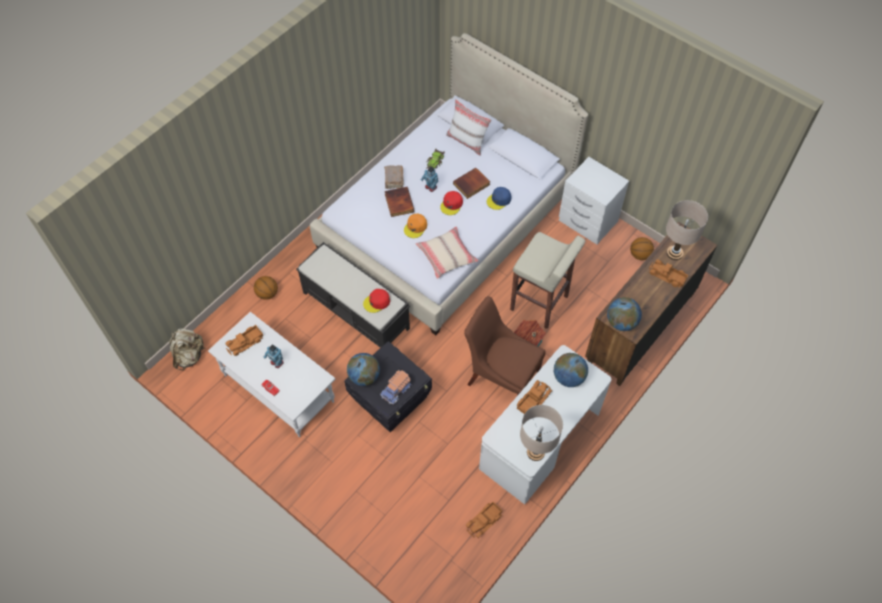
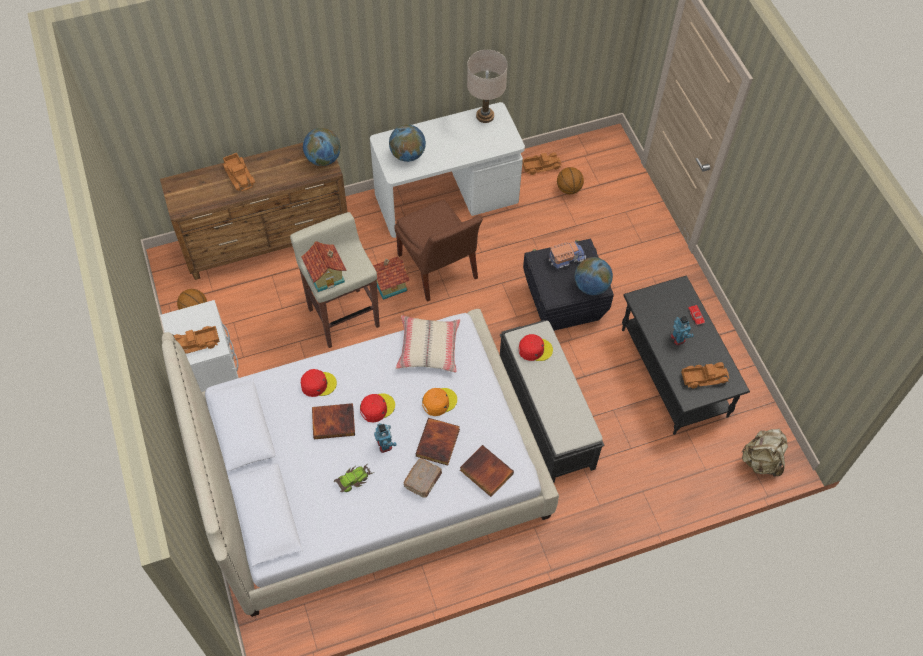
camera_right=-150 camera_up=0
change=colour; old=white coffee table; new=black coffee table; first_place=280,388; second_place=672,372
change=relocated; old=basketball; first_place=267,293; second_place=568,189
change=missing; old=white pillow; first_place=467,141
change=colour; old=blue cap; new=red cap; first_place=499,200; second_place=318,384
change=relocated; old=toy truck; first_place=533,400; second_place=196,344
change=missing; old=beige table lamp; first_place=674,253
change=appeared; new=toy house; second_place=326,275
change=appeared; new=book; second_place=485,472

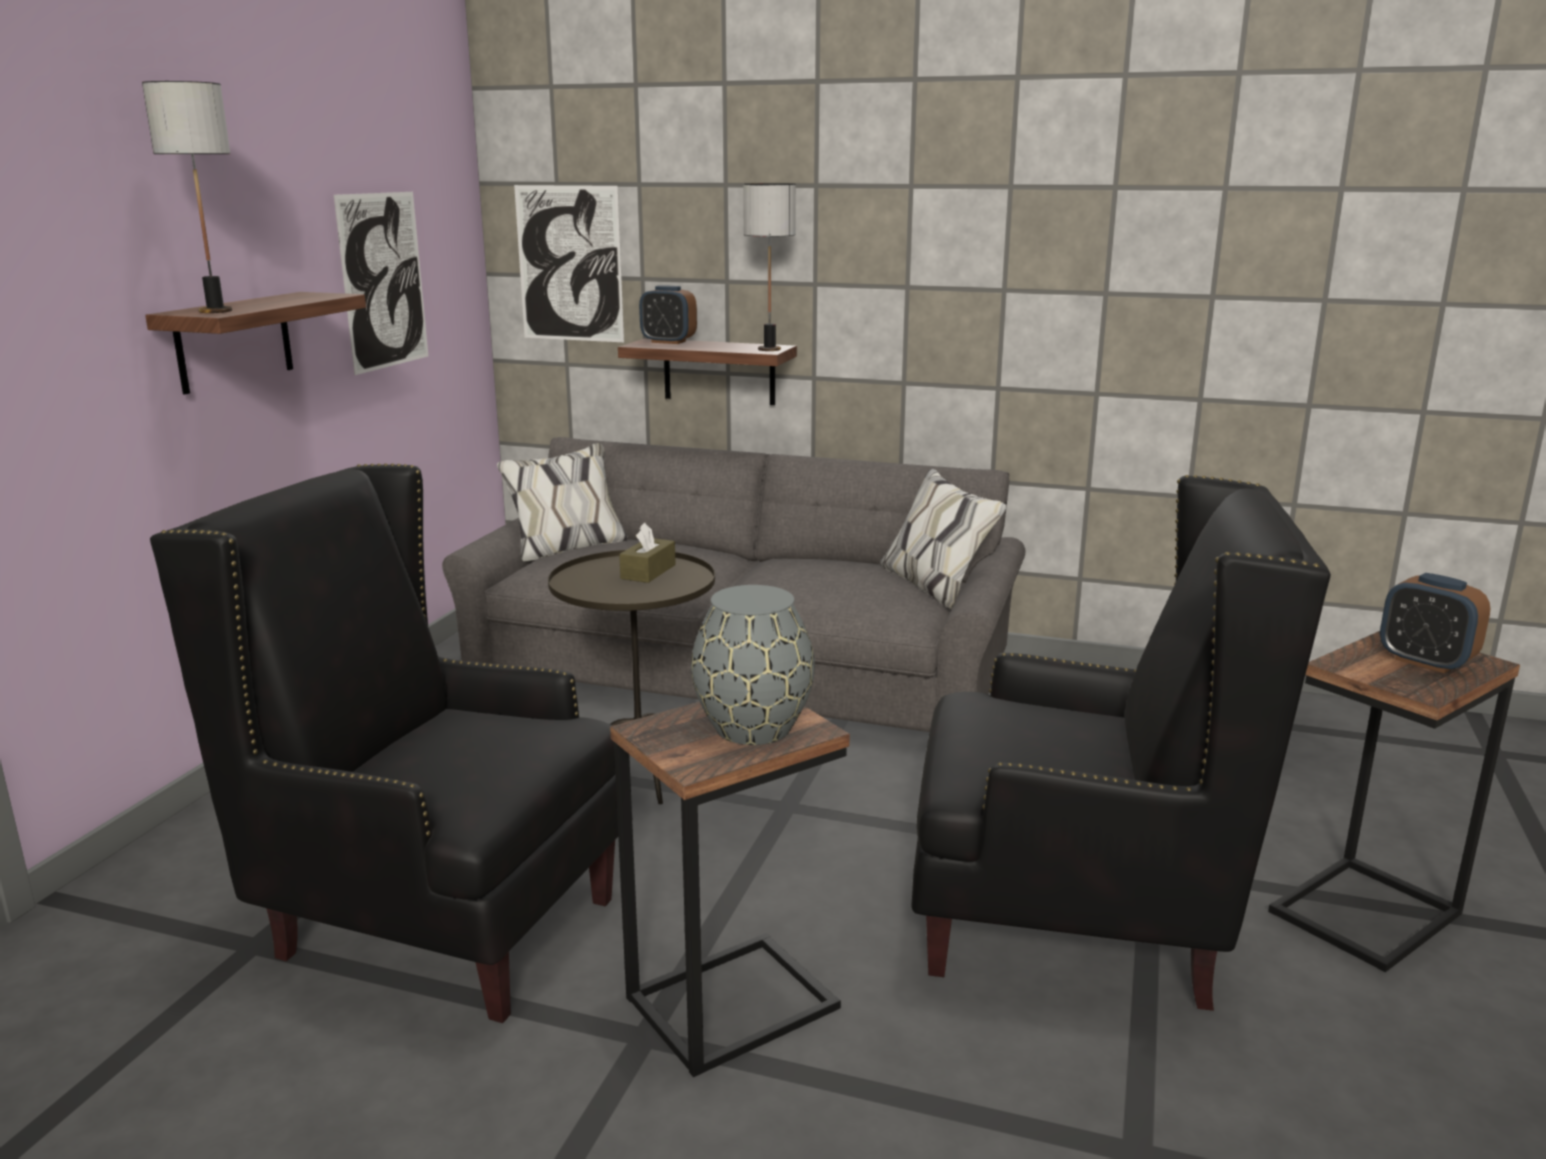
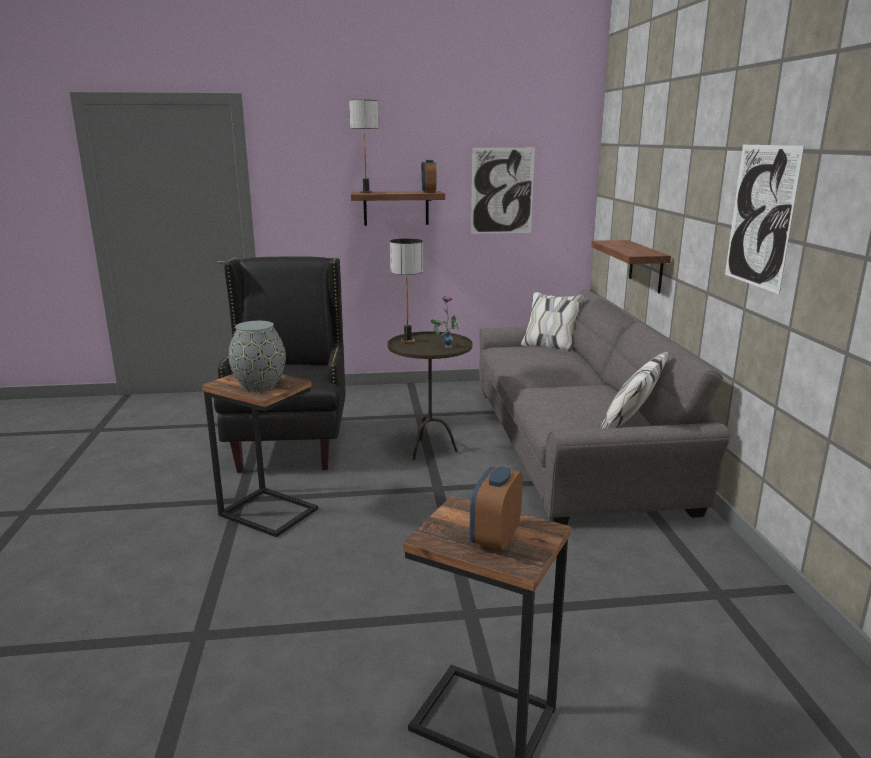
camera_right=65 camera_up=0
change=relocated; old=picture; first_place=569,264; second_place=760,216
change=exchanged; old=brown tissue box; new=vase; first_place=648,572; second_place=444,345
change=relocated; old=alarm clock; first_place=668,342; second_place=428,192
change=relocated; old=table lamp; first_place=769,349; second_place=407,341
change=missing; old=black armchair; first_place=1070,928

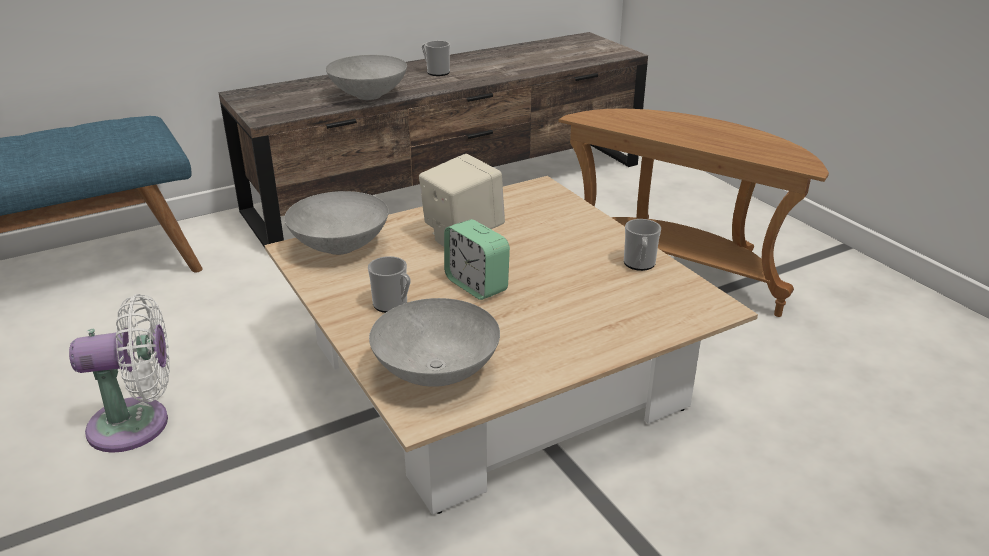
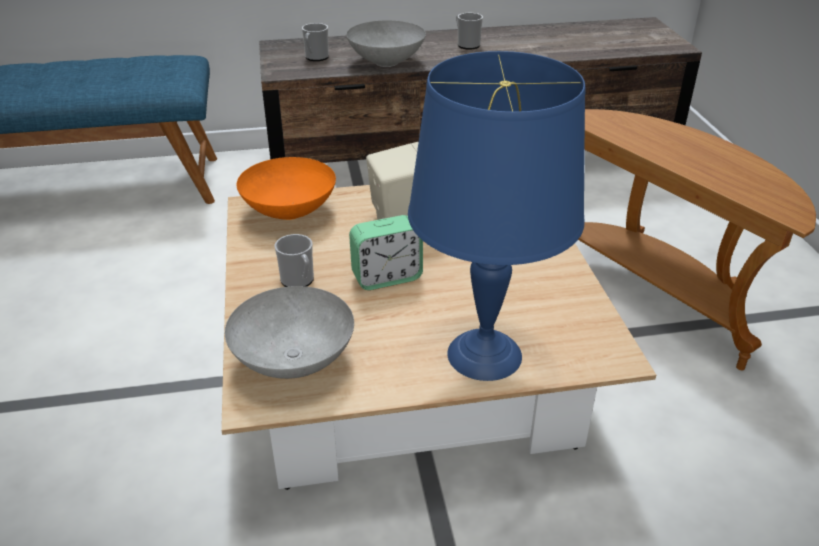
camera_right=20 camera_up=5
change=missing; old=white fan; first_place=138,424
change=colour; old=grey bowl; new=orange bowl; first_place=339,246; second_place=288,211
change=spun; old=alarm clock; first_place=476,285; second_place=386,277; degrees=-90
change=relocated; old=mug; first_place=639,264; second_place=315,58
change=appeared; new=blue table lamp; second_place=484,355

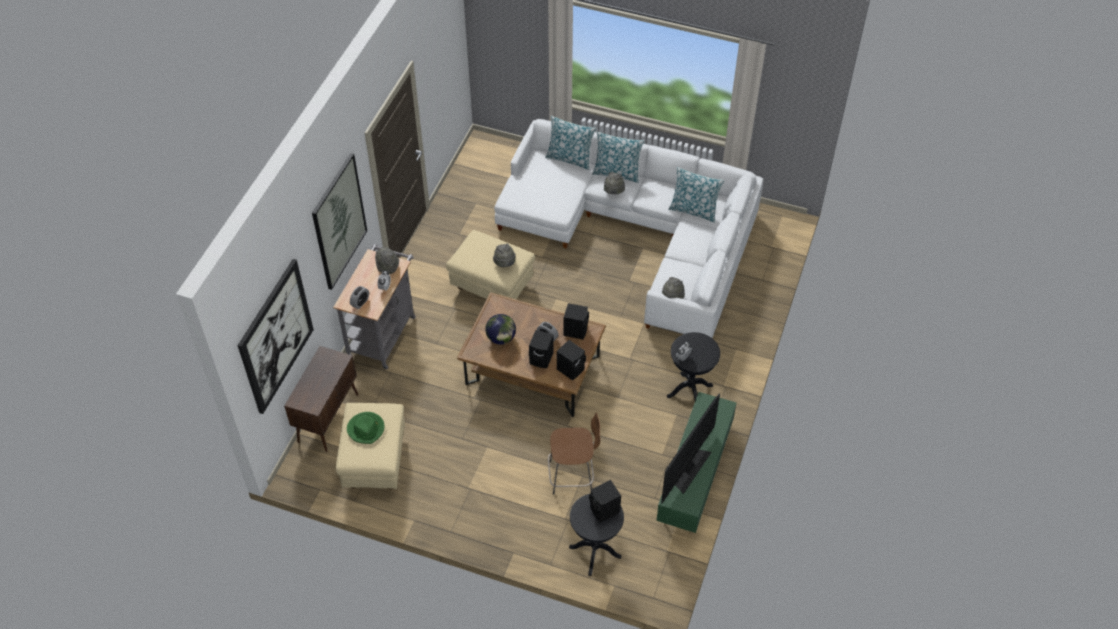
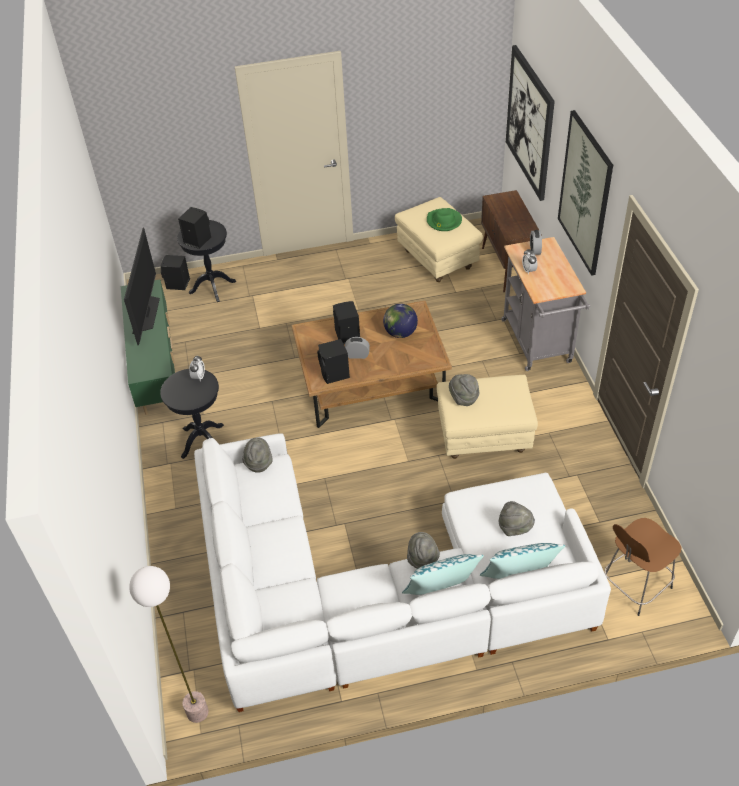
camera_right=150 camera_up=-5
change=relocated; old=grey hat; first_place=387,267; second_place=515,528
change=relocated; old=brown stool; first_place=572,476; second_place=634,586
change=relocated; old=black speaker; first_place=571,368; second_place=177,284
change=missing; old=pillow; first_place=694,210
change=appeared; new=floor lamp; second_place=197,712

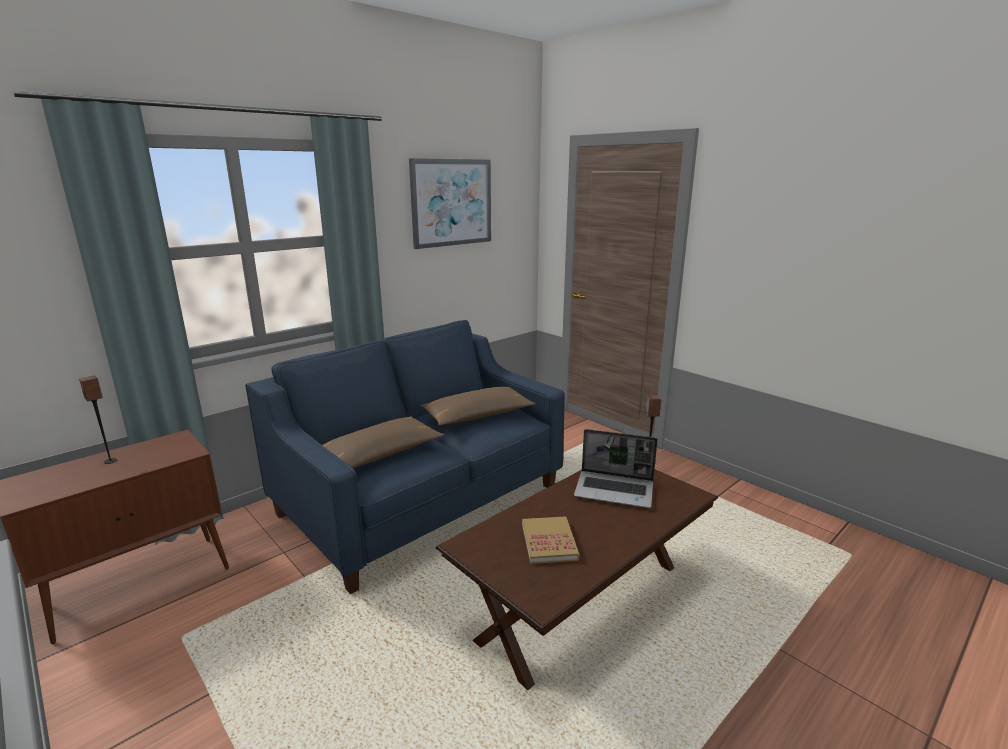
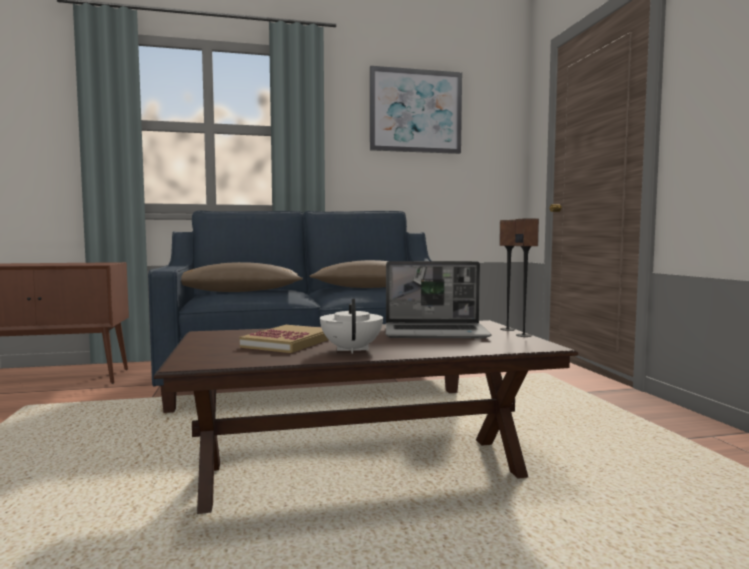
camera_right=30 camera_up=-15
change=relocated; old=speaker; first_place=110,461; second_place=524,335
change=spun; old=laptop; first_place=615,490; second_place=436,333; degrees=-45
change=appeared; new=white teapot; second_place=352,350

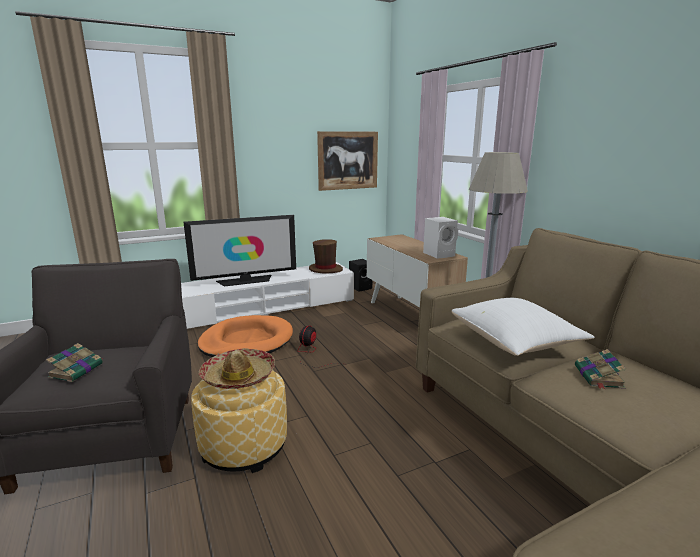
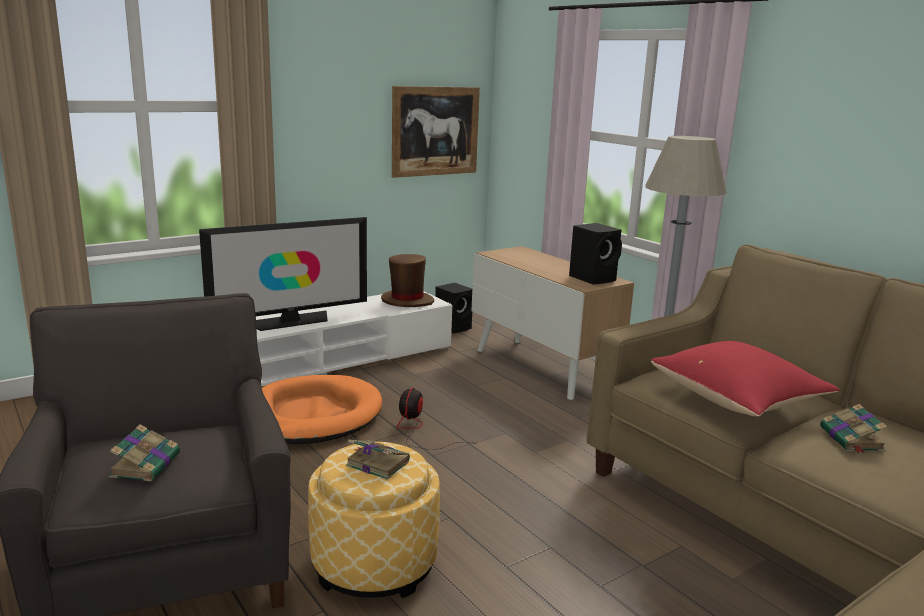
camera_right=-10 camera_up=0
change=exchanged; old=hat; new=book; first_place=238,376; second_place=376,463
change=colour; old=white speaker; new=black speaker; first_place=440,254; second_place=594,278
change=colour; old=white pillow; new=red pillow; first_place=516,343; second_place=739,402

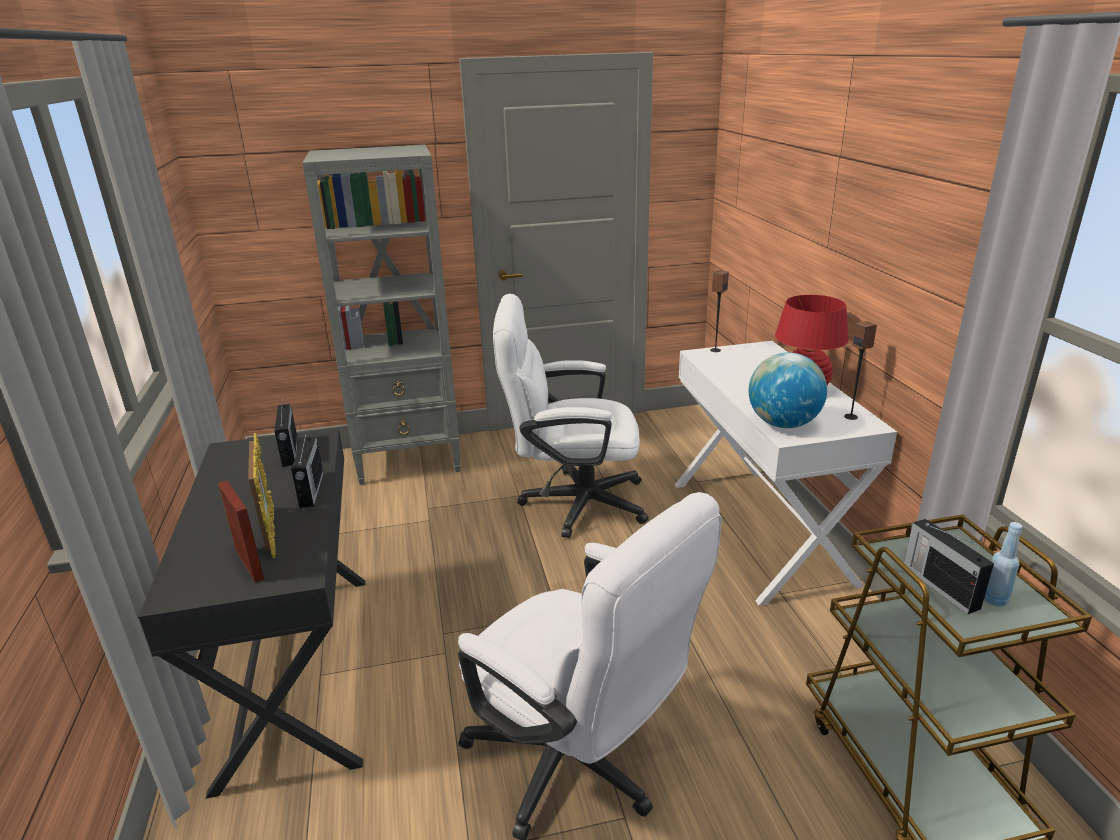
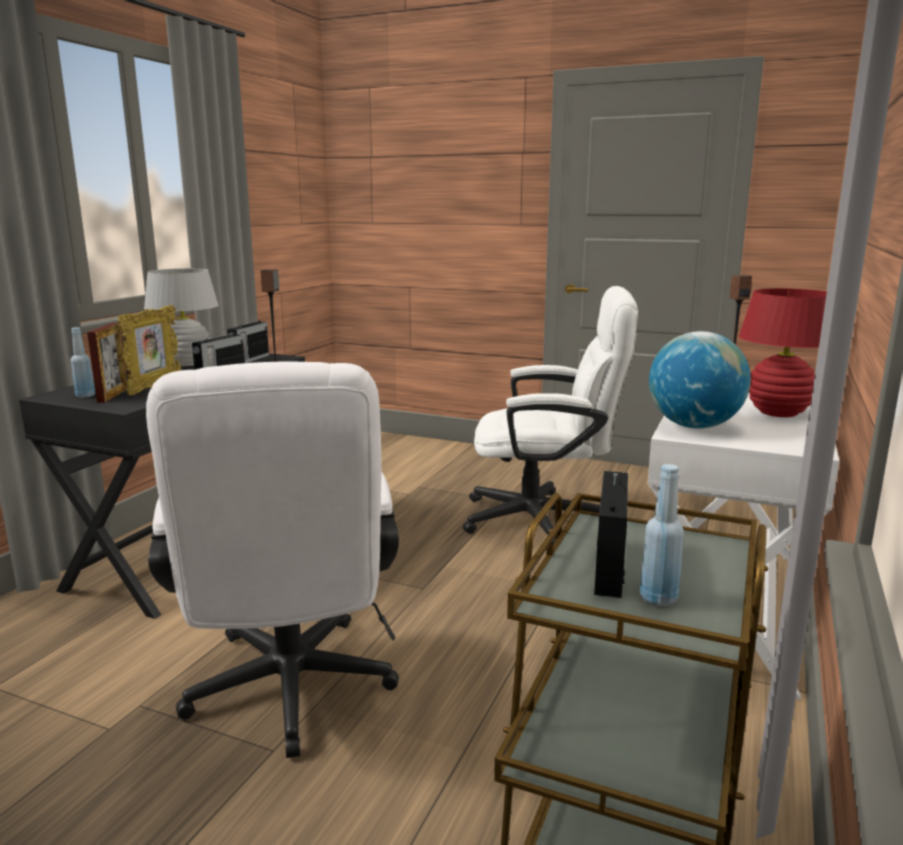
camera_right=35 camera_up=-10
change=missing; old=grey bookcase; first_place=410,460
change=spun; old=white office chair; first_place=571,502; second_place=546,519; degrees=150
change=relocated; old=speaker; first_place=851,417; second_place=275,361
change=appeared; new=blue bottle; second_place=85,396
change=appeared; new=white table lamp; second_place=187,363

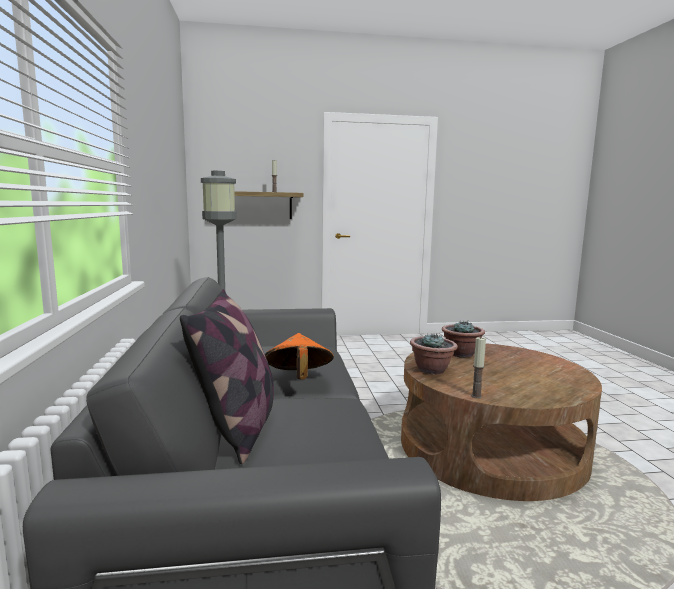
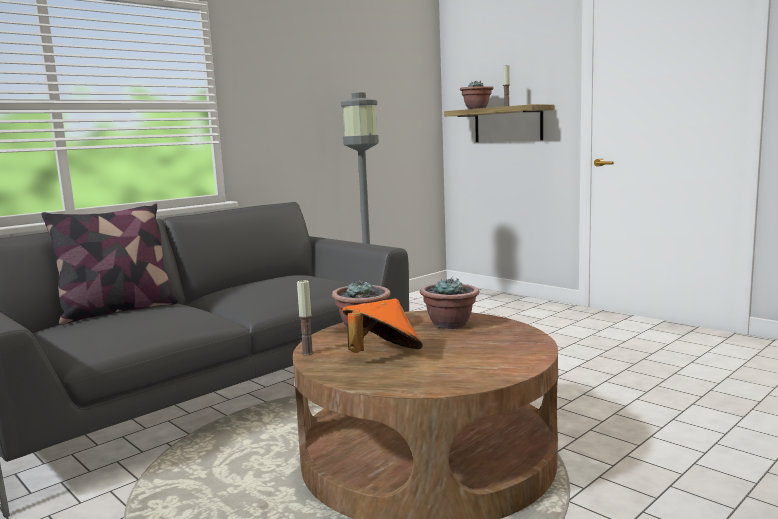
camera_right=55 camera_up=0
change=relocated; old=orange hat; first_place=298,379; second_place=382,355
change=appeared; new=potted plant; second_place=477,108

